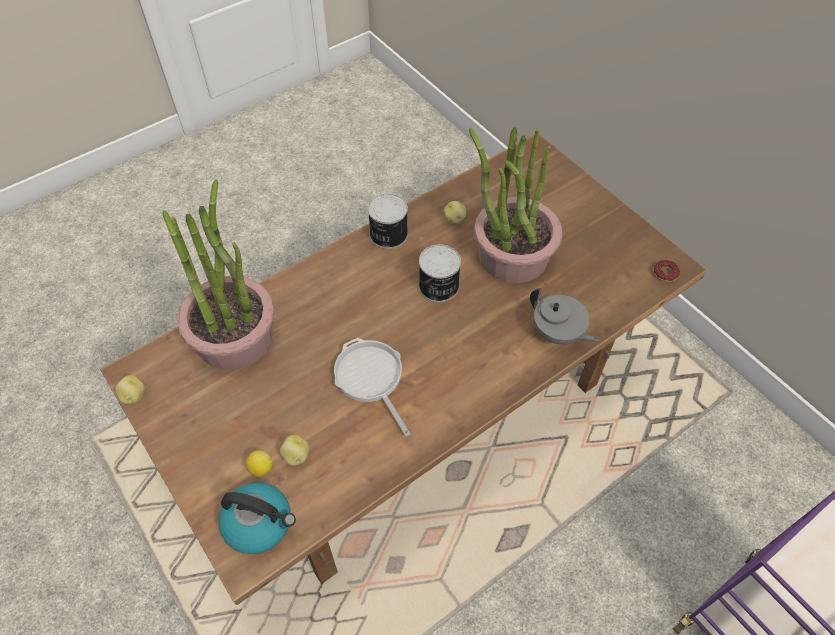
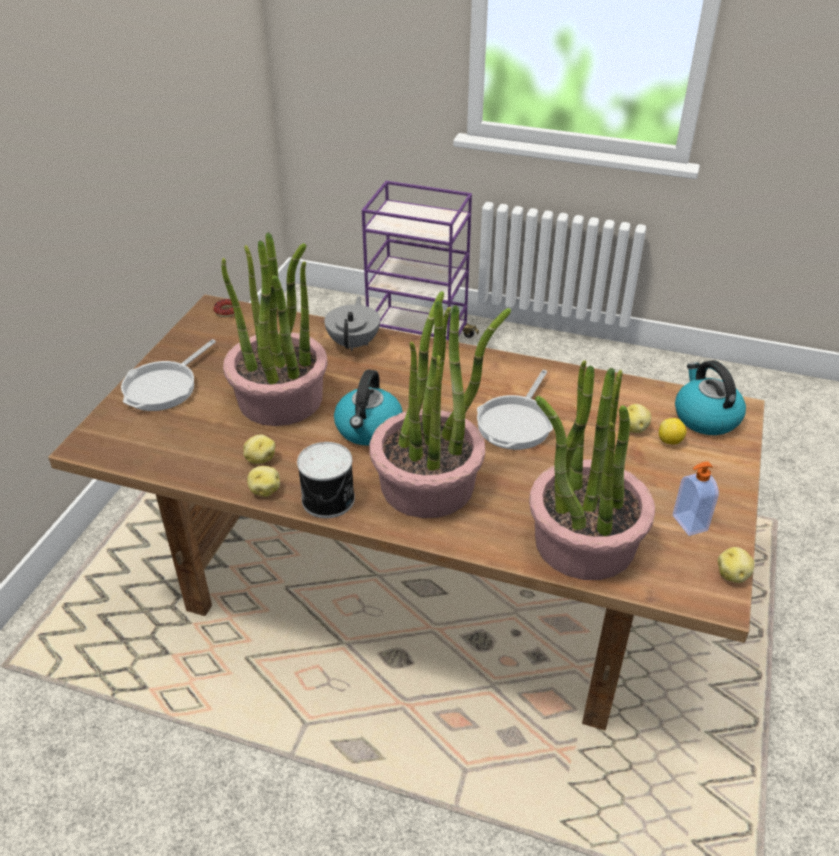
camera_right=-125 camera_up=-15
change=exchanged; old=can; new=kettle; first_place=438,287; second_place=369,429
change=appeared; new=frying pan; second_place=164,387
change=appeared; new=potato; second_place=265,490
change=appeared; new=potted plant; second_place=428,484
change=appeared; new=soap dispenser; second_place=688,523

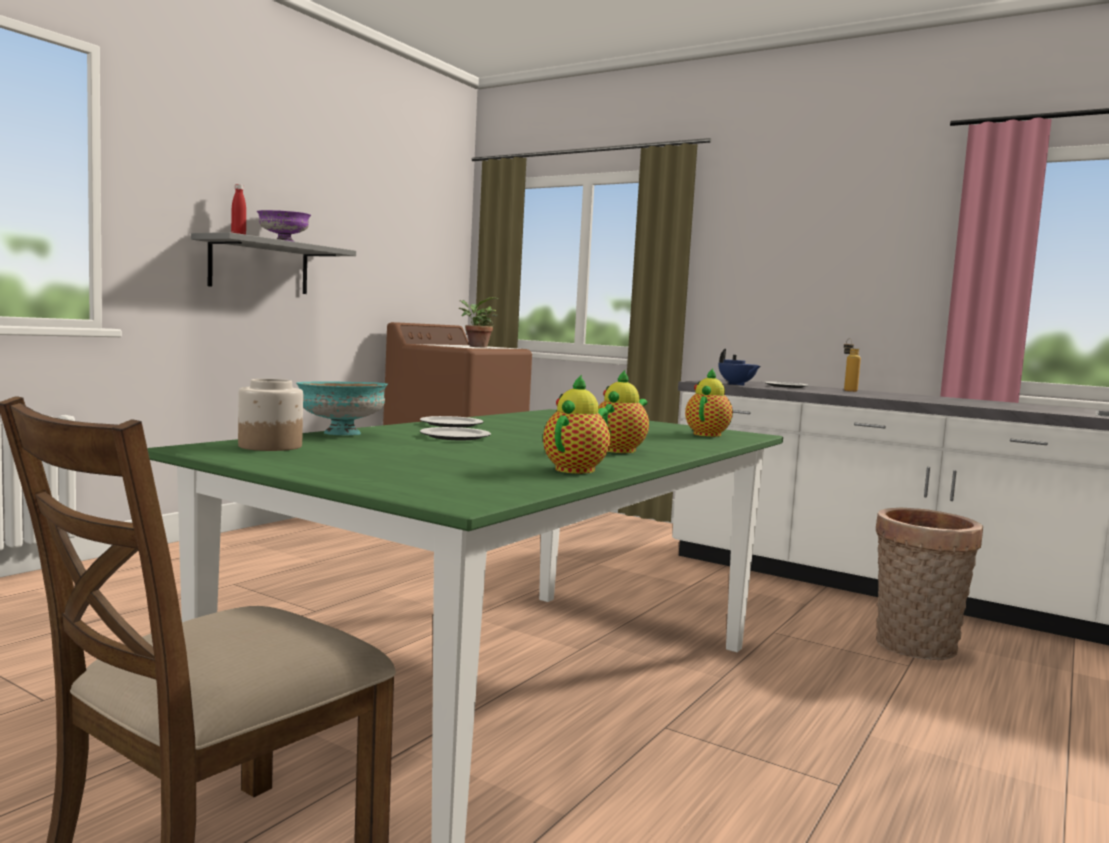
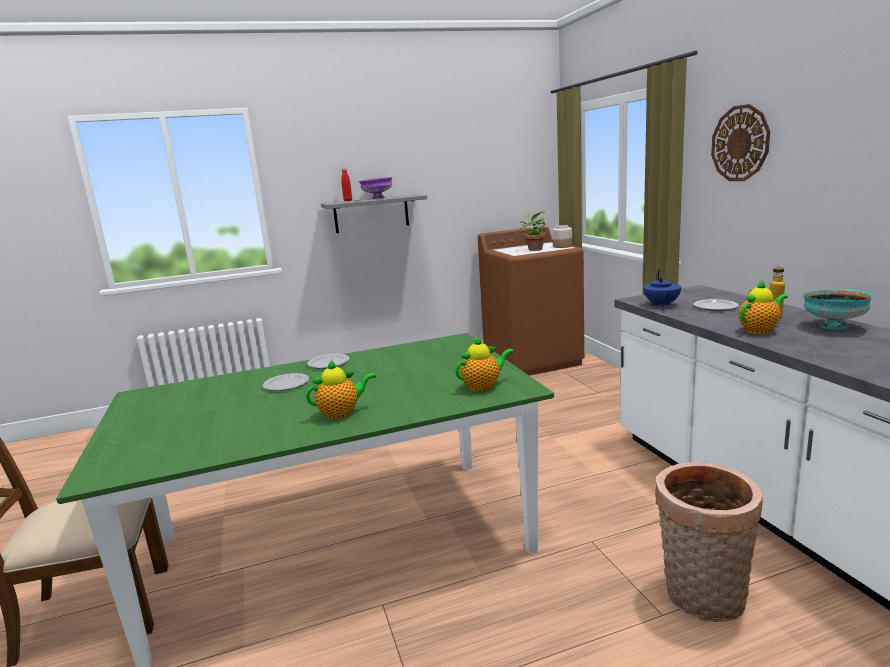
camera_right=40 camera_up=10
change=relocated; old=jar; first_place=269,446; second_place=562,246
change=relocated; old=turquoise bowl; first_place=340,434; second_place=832,327
change=relocated; old=teapot; first_place=577,469; second_place=760,330
change=appeared; new=wall clock; second_place=740,143

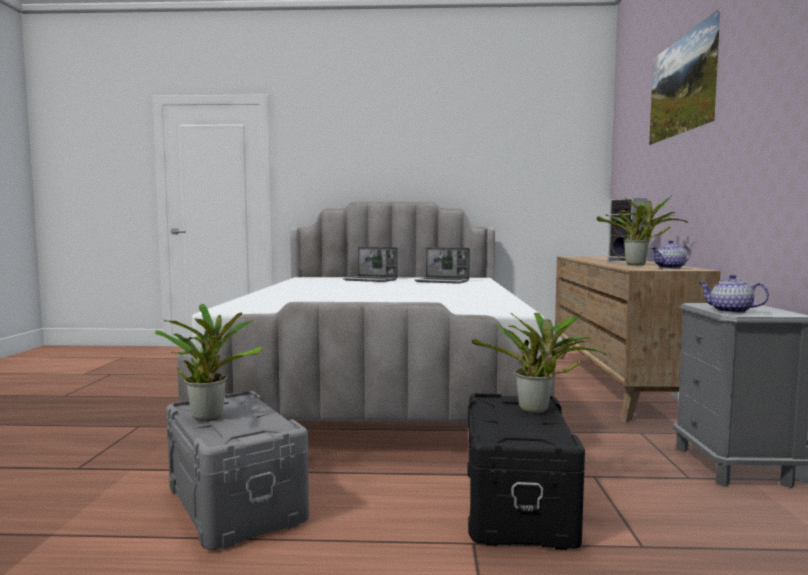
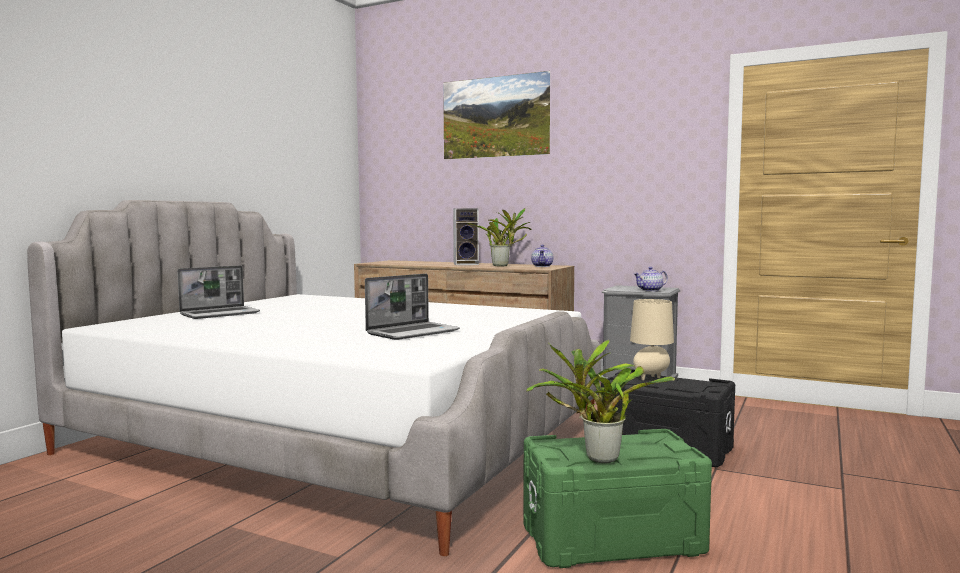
camera_right=-65 camera_up=0
change=colour; old=grey storage box; new=green storage box; first_place=233,503; second_place=612,539
change=relocated; old=laptop; first_place=443,281; second_place=413,332
change=exchanged; old=potted plant; new=beige table lamp; first_place=537,411; second_place=651,378

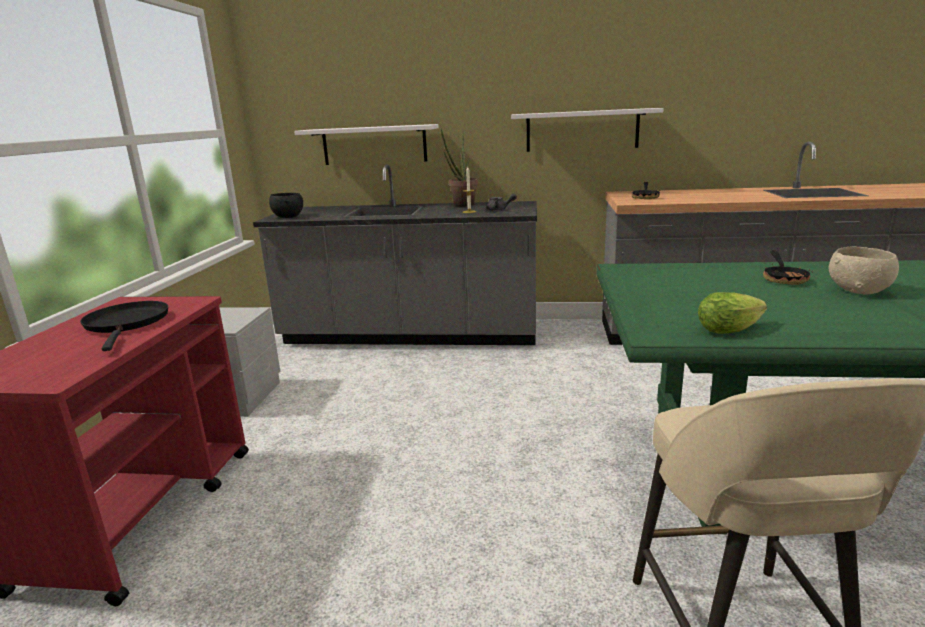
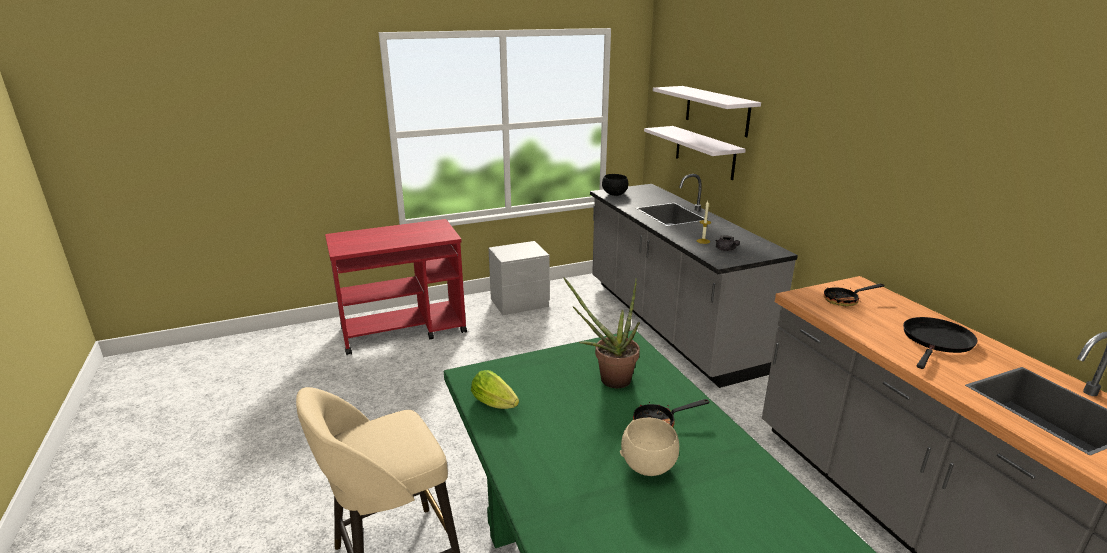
camera_right=60 camera_up=5
change=relocated; old=black frying pan; first_place=127,323; second_place=936,341
change=relocated; old=potted plant; first_place=461,205; second_place=608,379
change=relocated; old=white shelf; first_place=582,130; second_place=716,110

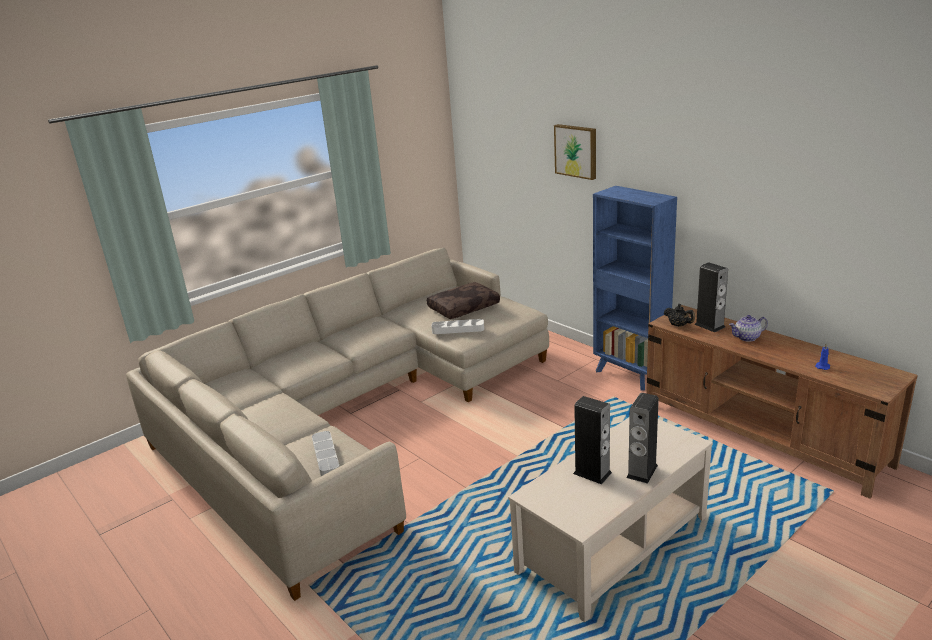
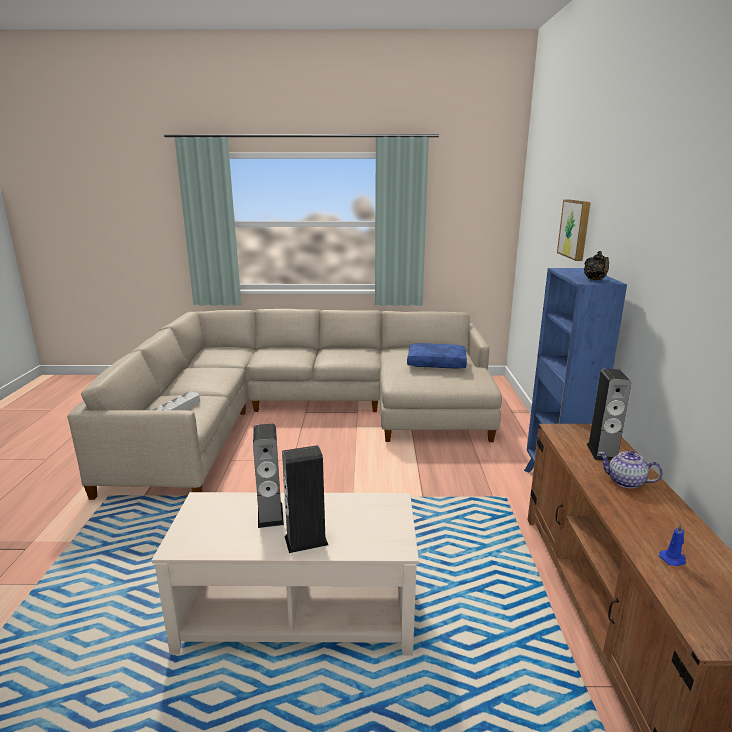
camera_right=40 camera_up=-5
change=colour; old=brown pillow; new=blue pillow; first_place=463,307; second_place=437,363
change=missing; old=white tray; first_place=458,329
change=relocated; old=black teapot; first_place=679,325; second_place=595,280

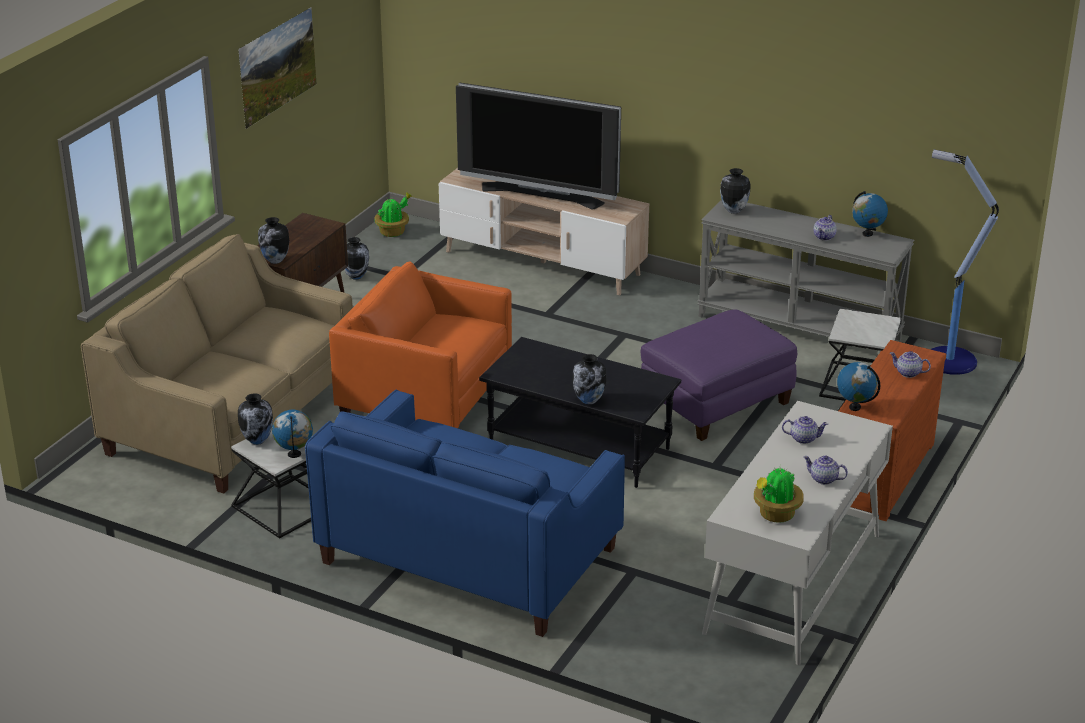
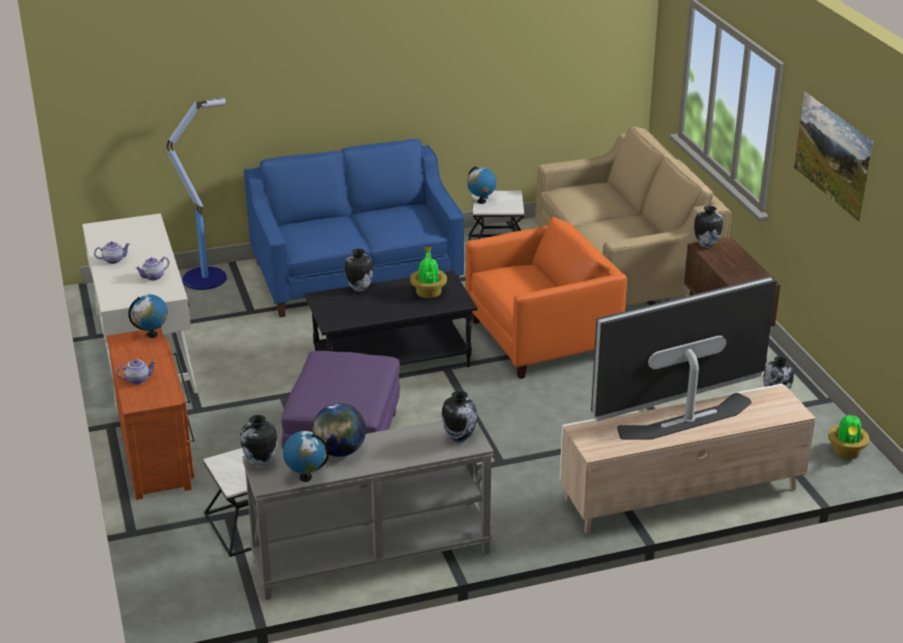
camera_right=135 camera_up=0
change=relocated; old=vase; first_place=258,440; second_place=260,463
change=relocated; old=potted plant; first_place=775,514; second_place=428,292
change=exchanged; old=teapot; new=globe; first_place=824,237; second_place=340,451
change=relocated; old=floor lamp; first_place=948,360; second_place=206,278

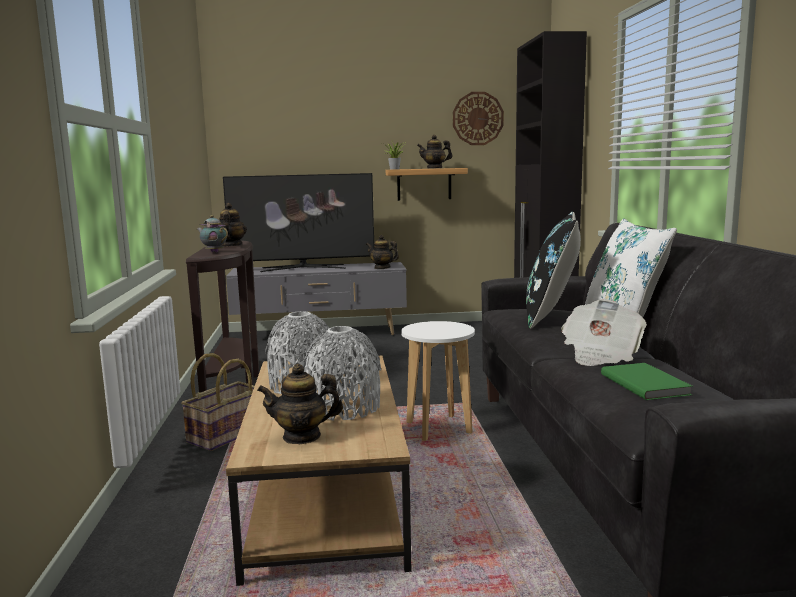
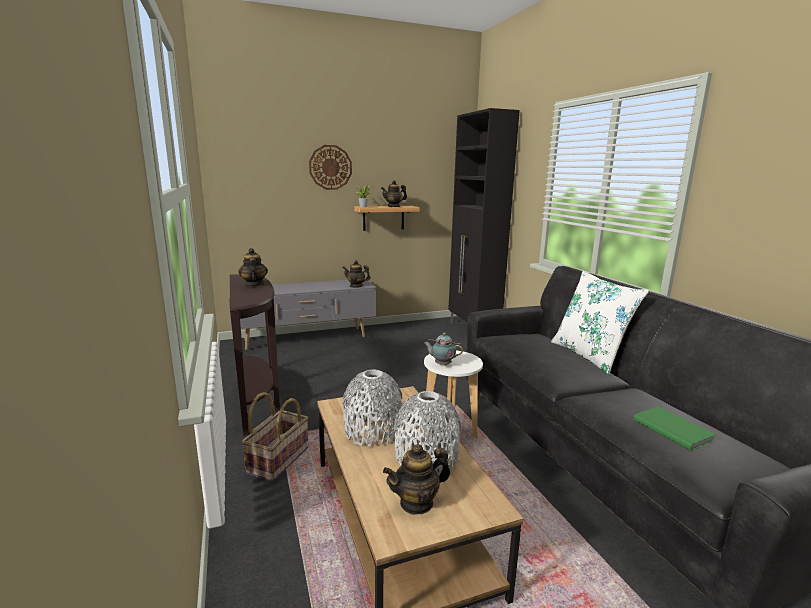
camera_right=-15 camera_up=5
change=relocated; old=teapot; first_place=213,252; second_place=441,364
change=missing; old=television; first_place=303,268
change=relocated; old=wall clock; first_place=477,118; second_place=330,167
change=missing; old=black pillow; first_place=551,316
change=missing; old=newspaper; first_place=600,355

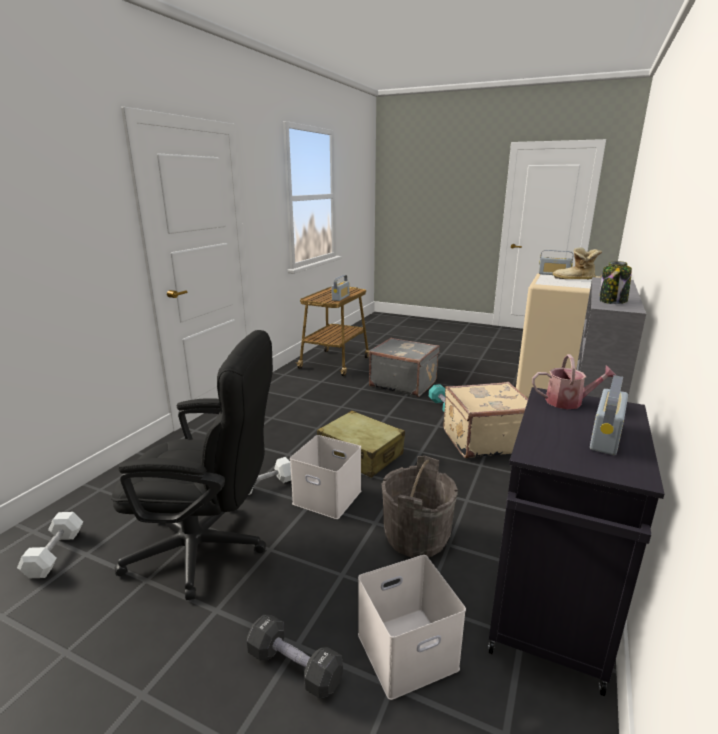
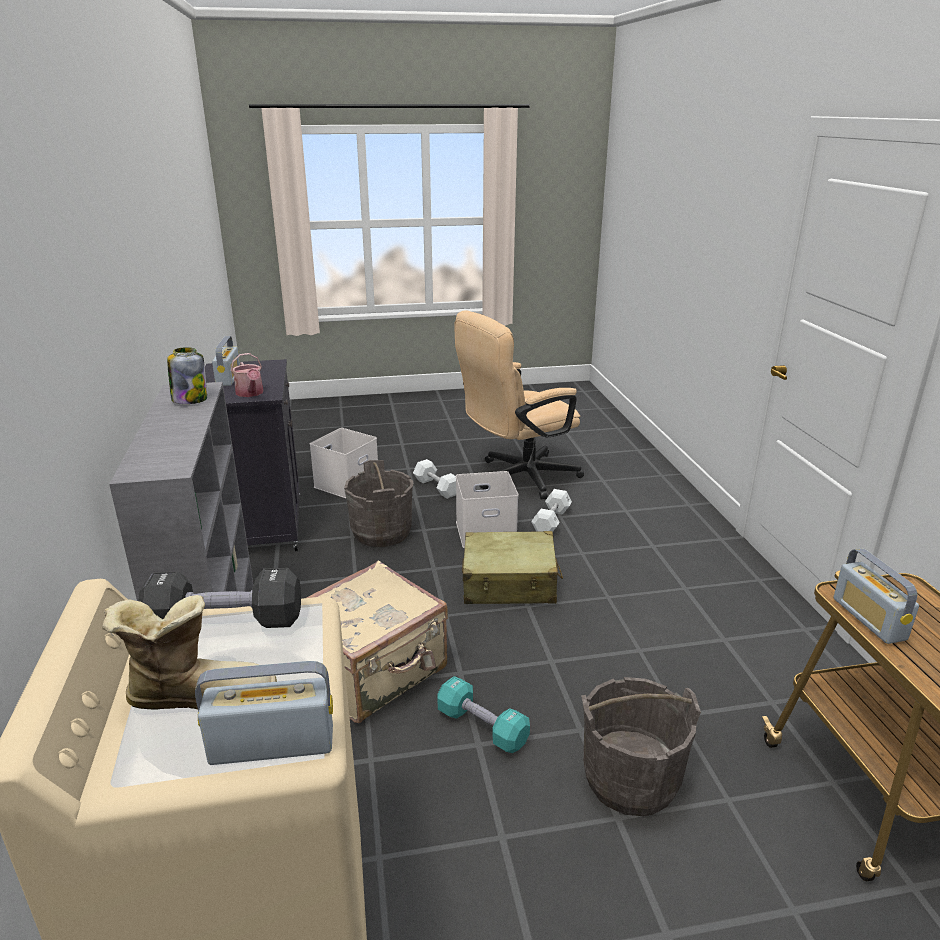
camera_right=145 camera_up=5
change=relocated; old=white dumbbell; first_place=55,553; second_place=436,487
change=colour; old=black office chair; new=beige office chair; first_place=209,549; second_place=518,478
change=relocated; old=black dumbbell; first_place=294,667; second_place=226,622
change=exchanged; old=grey suitcase; new=grey bucket; first_place=403,383; second_place=630,779
change=spun; old=watering can; first_place=569,402; second_place=250,393; degrees=-90

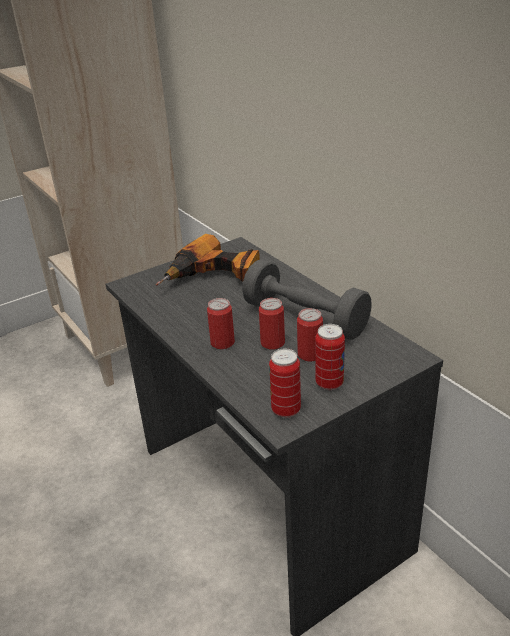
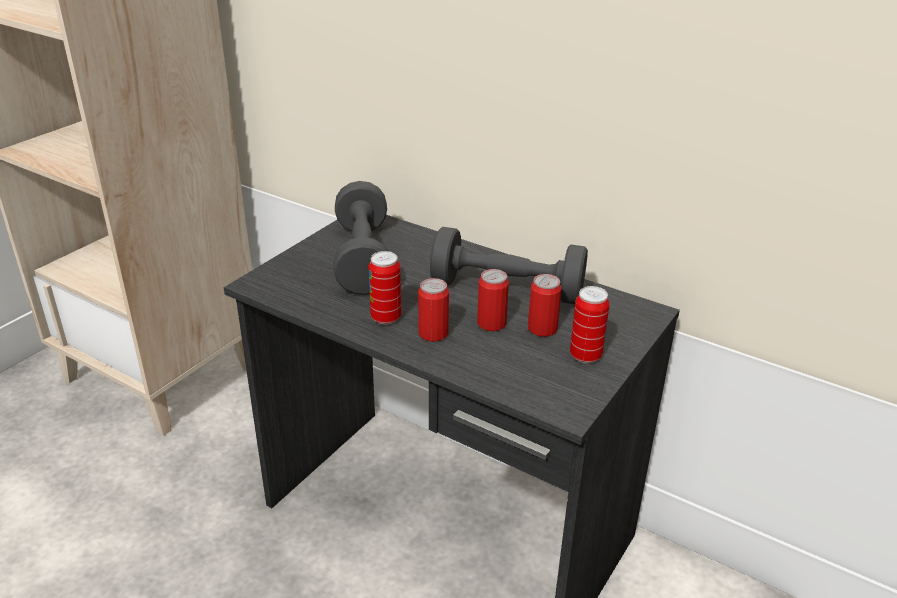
camera_right=-25 camera_up=0
change=exchanged; old=power drill; new=grey dumbbell; first_place=213,277; second_place=363,258
change=relocated; old=can; first_place=286,410; second_place=386,318

